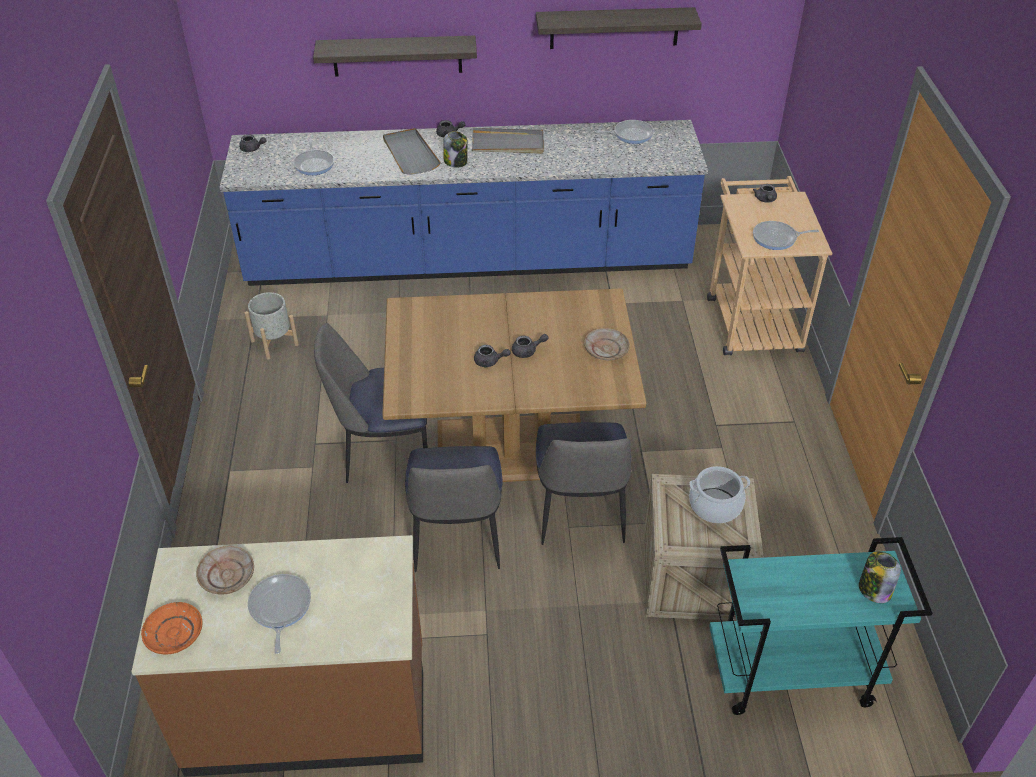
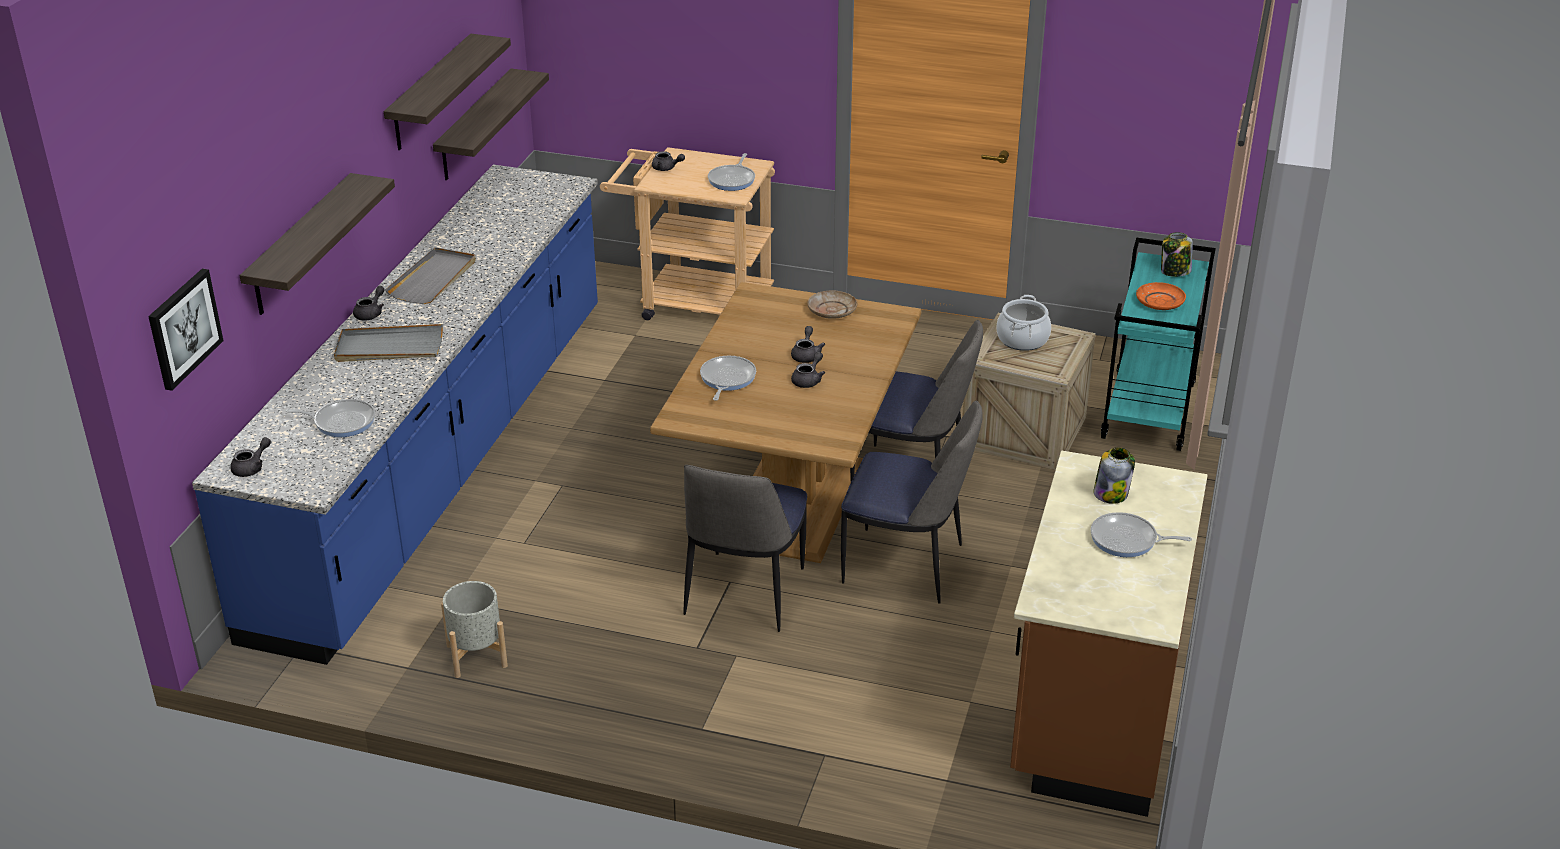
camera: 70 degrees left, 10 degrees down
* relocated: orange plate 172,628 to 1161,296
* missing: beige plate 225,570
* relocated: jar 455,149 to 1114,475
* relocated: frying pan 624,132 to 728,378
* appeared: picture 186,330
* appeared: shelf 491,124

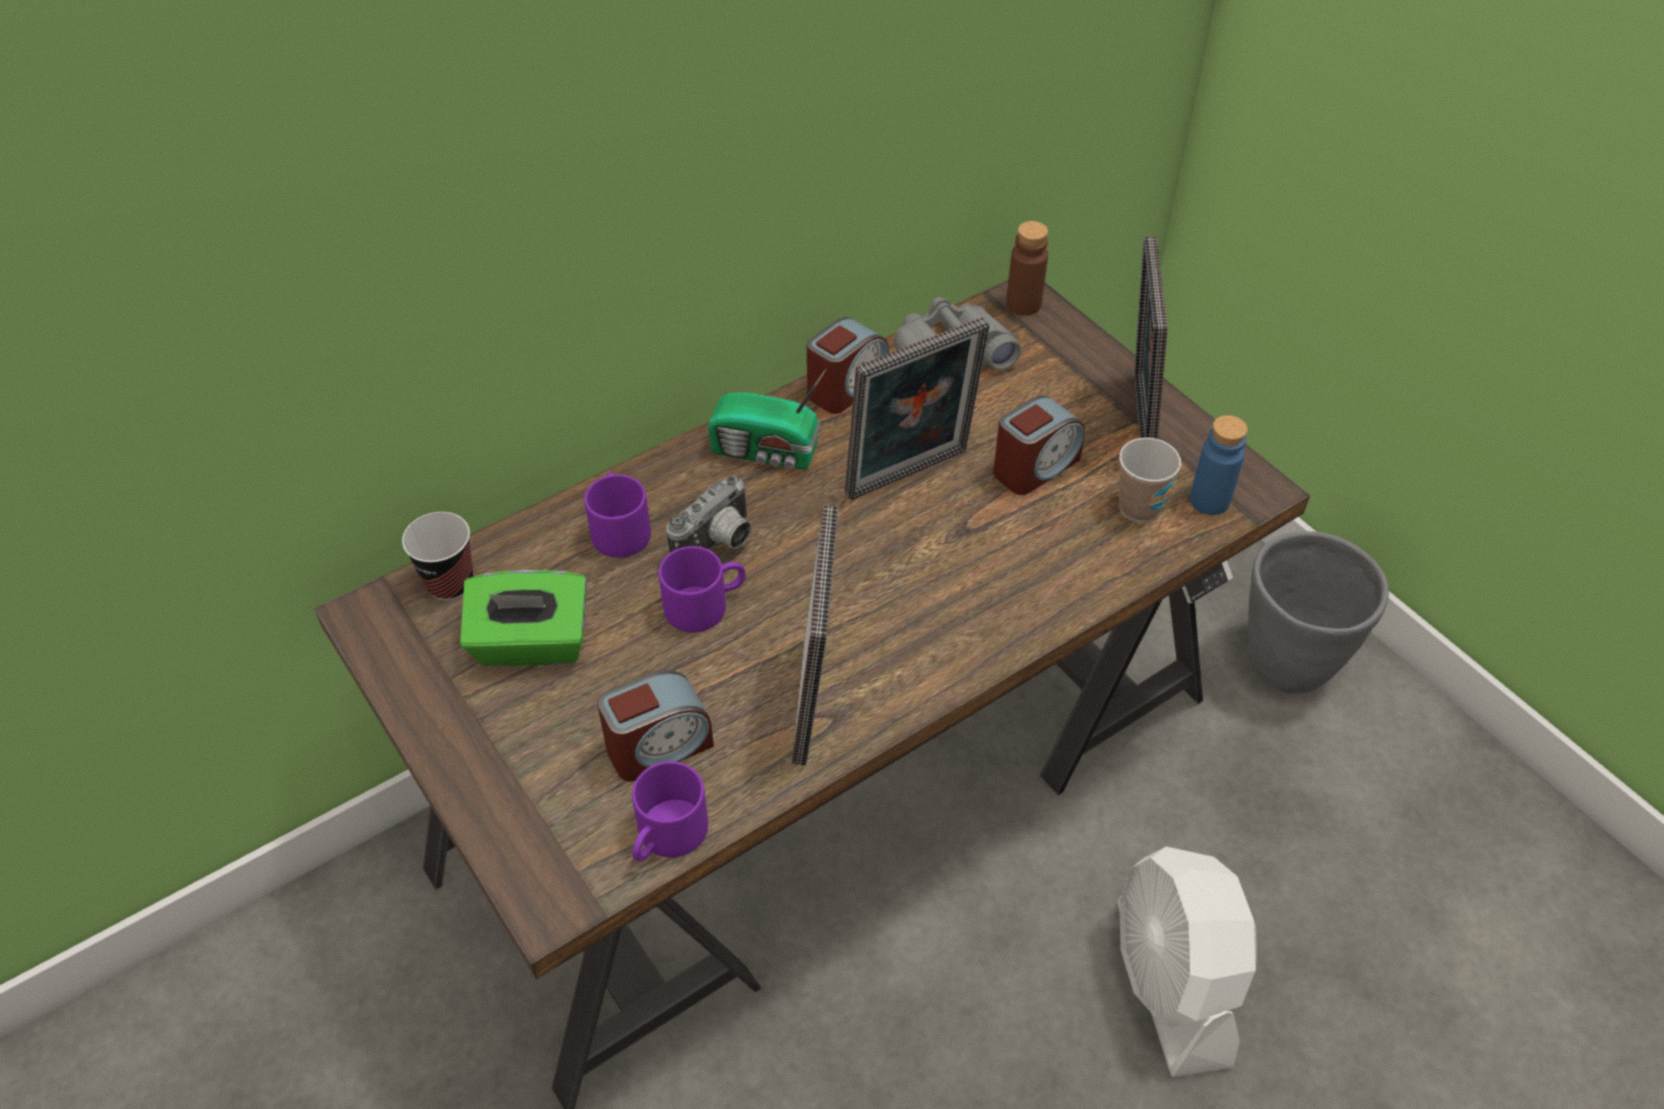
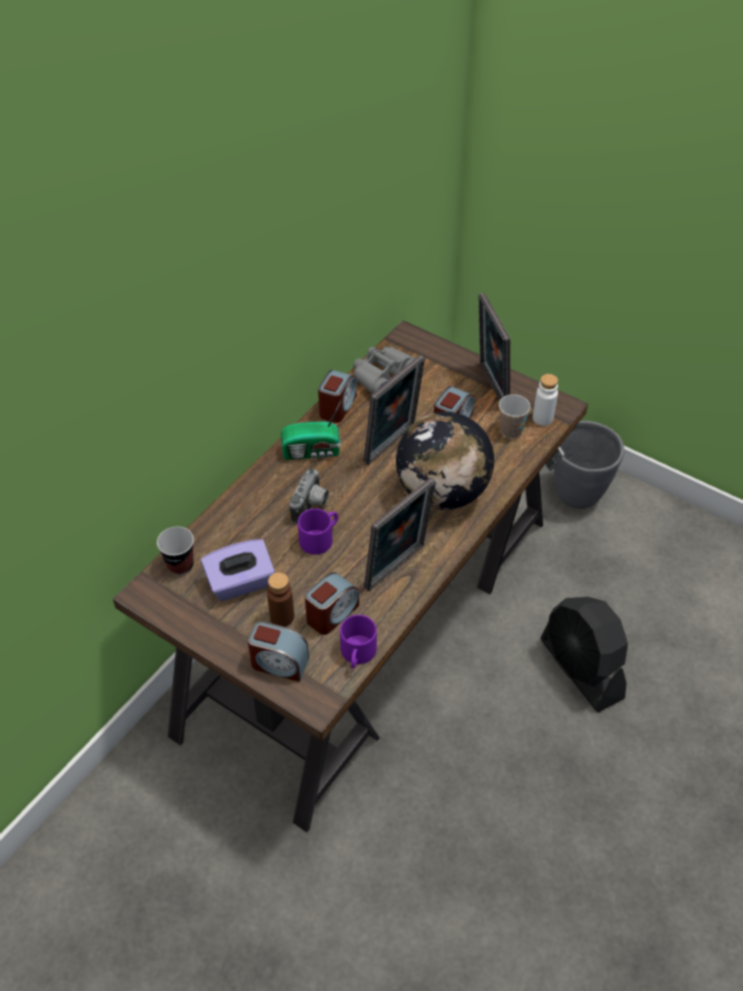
camera: 20 degrees left, 0 degrees up
* colour: green tissue box 523,618 to purple tissue box 238,570
* missing: purple mug 617,515
* spun: picture frame 815,635 = 400,534 60 degrees clockwise
* relocated: brown bottle 1027,268 to 280,599
* colour: white fan 1187,962 to black fan 584,654
* colour: blue bottle 1219,465 to white bottle 545,400
* appeared: alarm clock 278,651
* appeared: globe 445,461

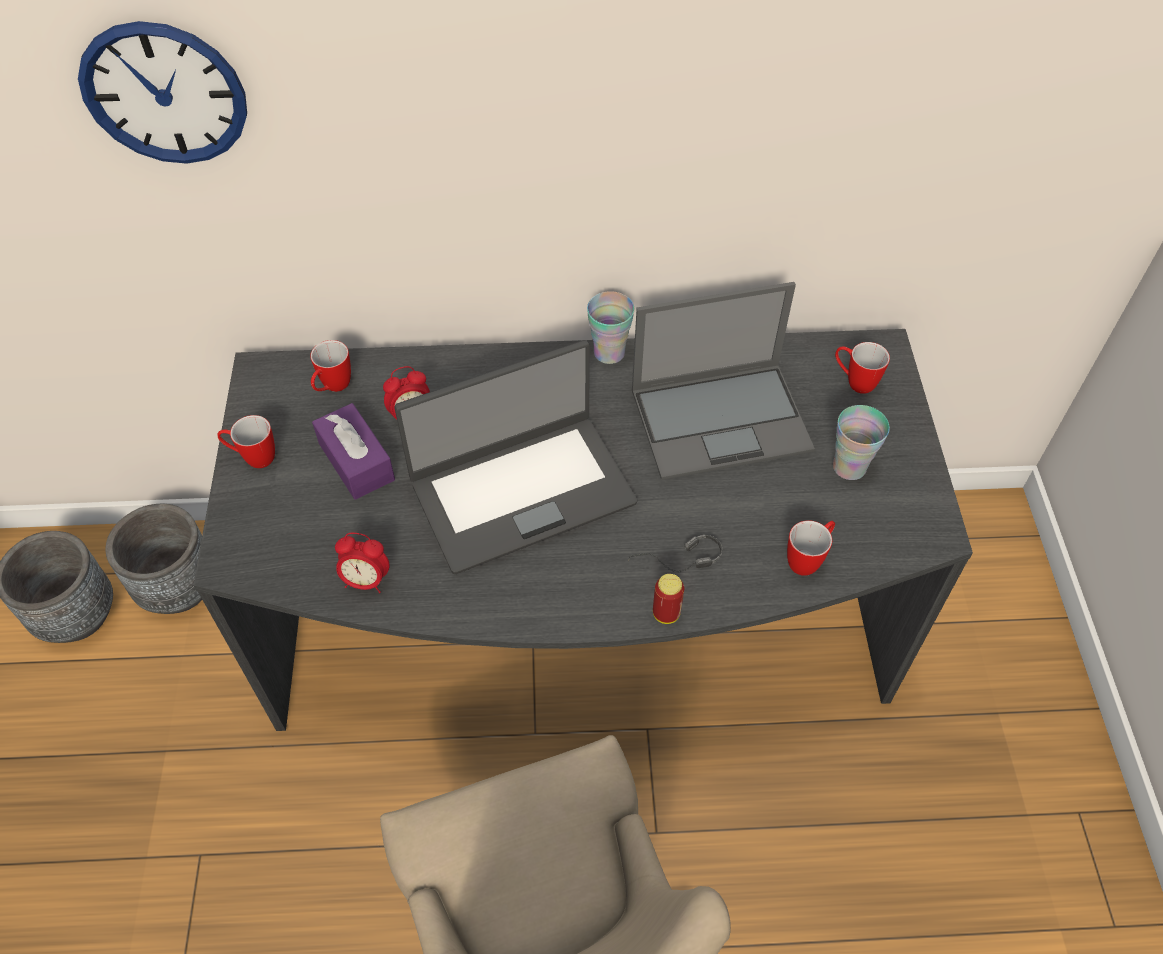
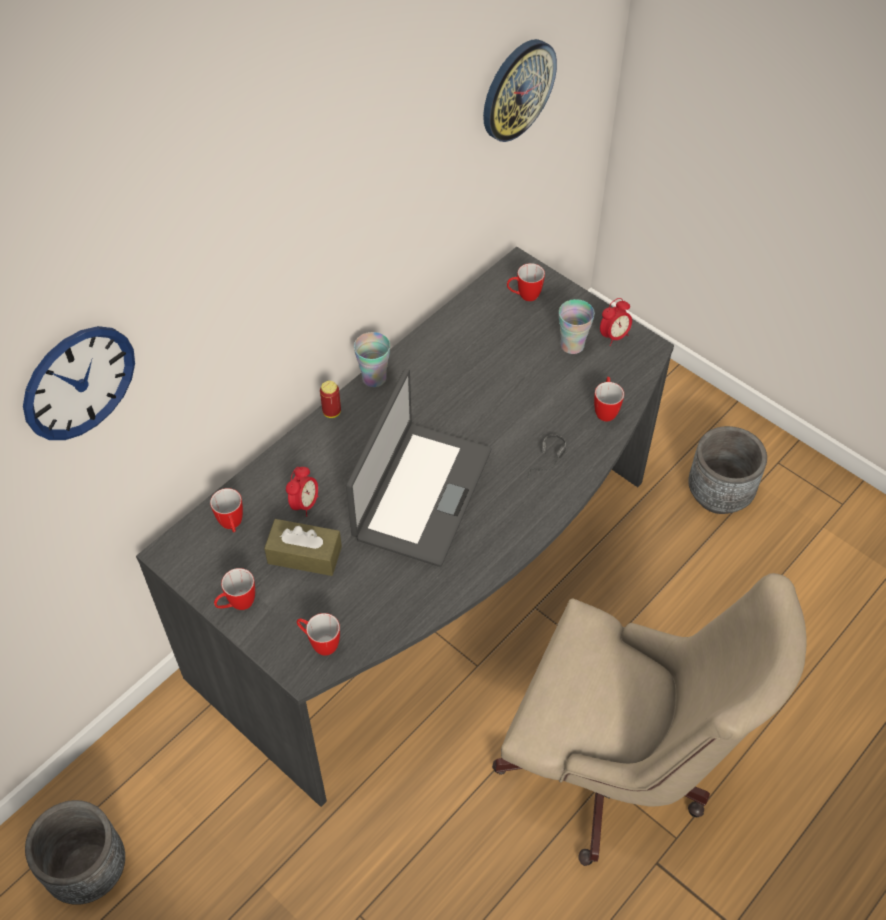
camera: 45 degrees left, 0 degrees up
* relocated: grey planter 153,559 to 727,470
* colour: purple tissue box 353,451 to brown tissue box 303,547
* relocated: alarm clock 362,563 to 616,322
* missing: laptop 723,381
* relocated: can 668,599 to 330,399
* appeared: mug 318,634
* appeared: wall clock 520,90

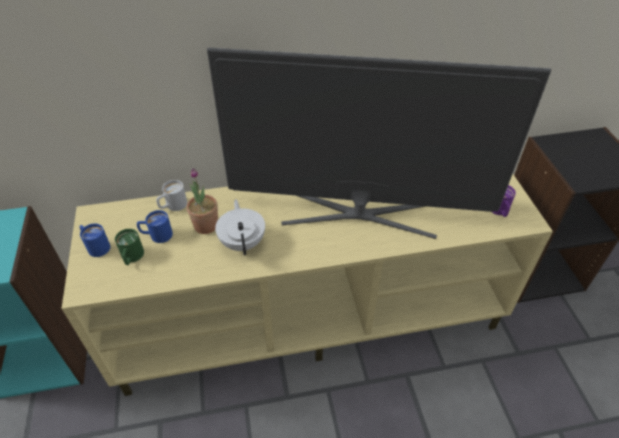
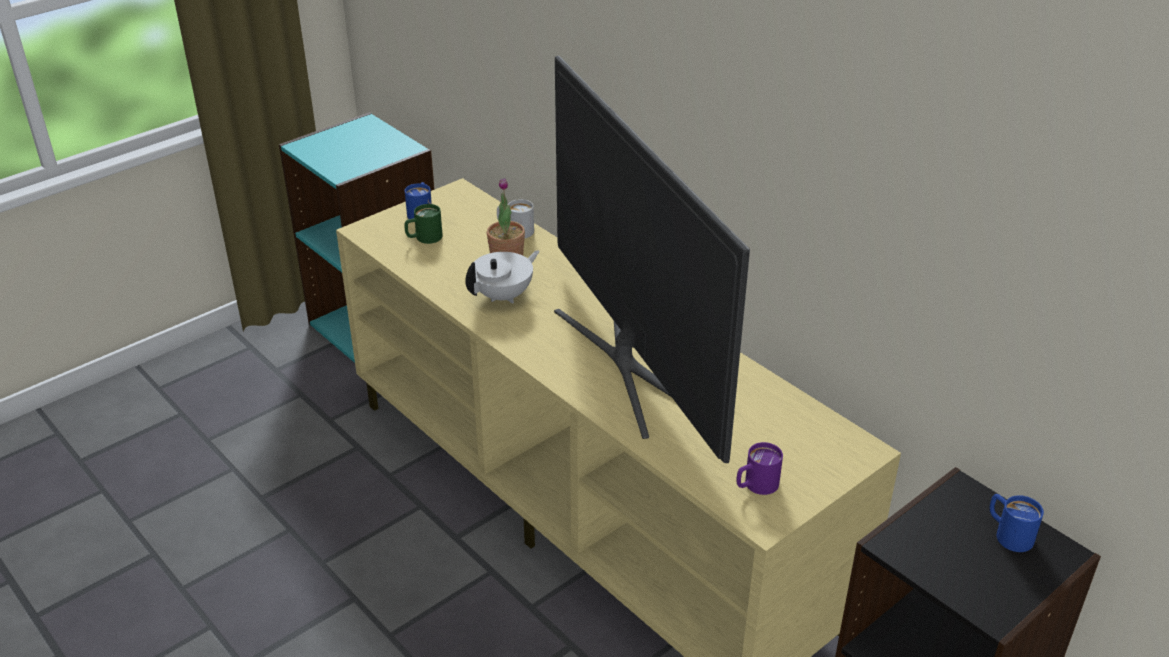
camera: 60 degrees right, 10 degrees down
* relocated: blue mug 155,226 to 1017,523

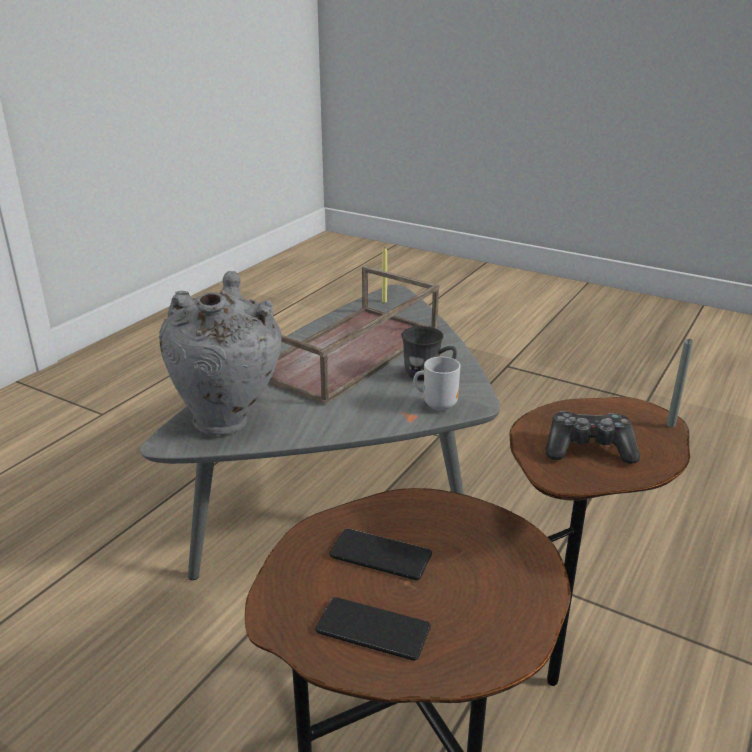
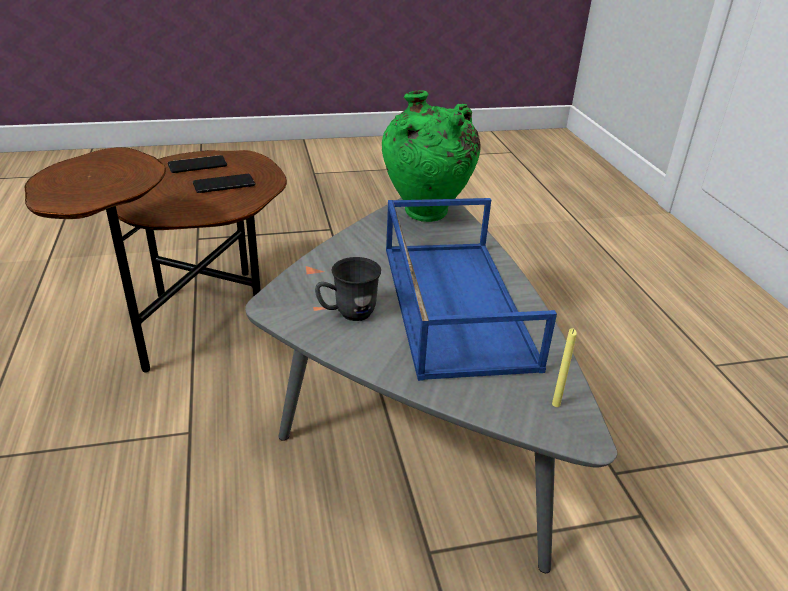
camera: 135 degrees right, 5 degrees up
* colour: grey vase 220,353 to green vase 431,156
* colour: brown tray 354,336 to blue tray 471,289
* missing: mug 436,384
* missing: game controller 593,437
* missing: grey candle 680,382

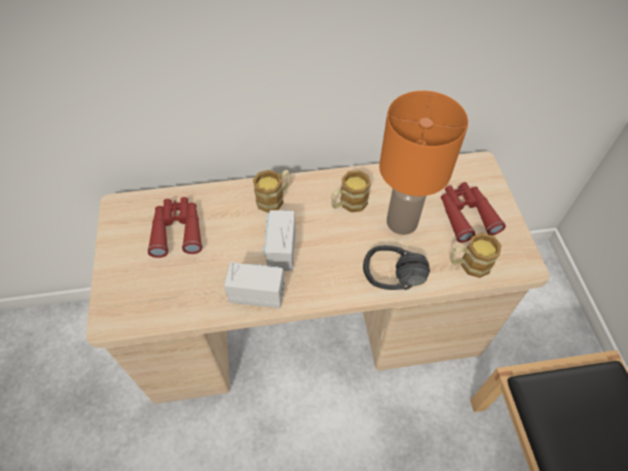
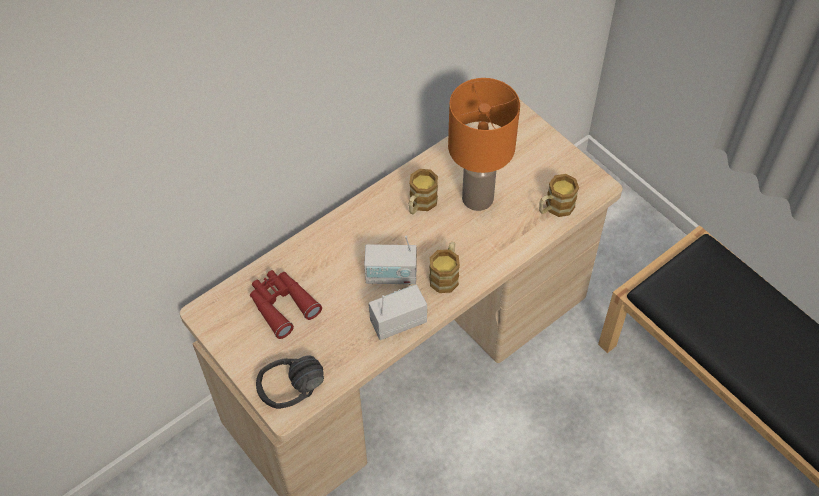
camera: 30 degrees left, 0 degrees up
* relocated: mug 271,191 to 444,267
* spun: radio 279,240 = 390,260 60 degrees counterclockwise
* relocated: black headphones 396,267 to 290,382
* missing: red binoculars 473,212

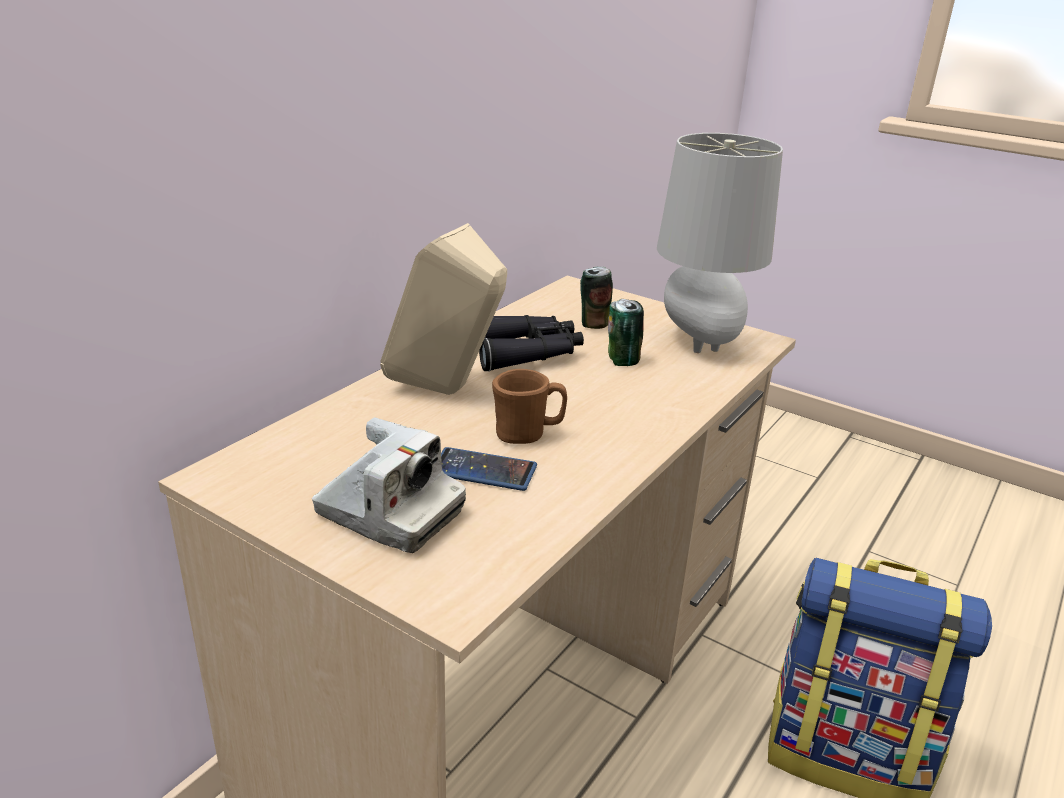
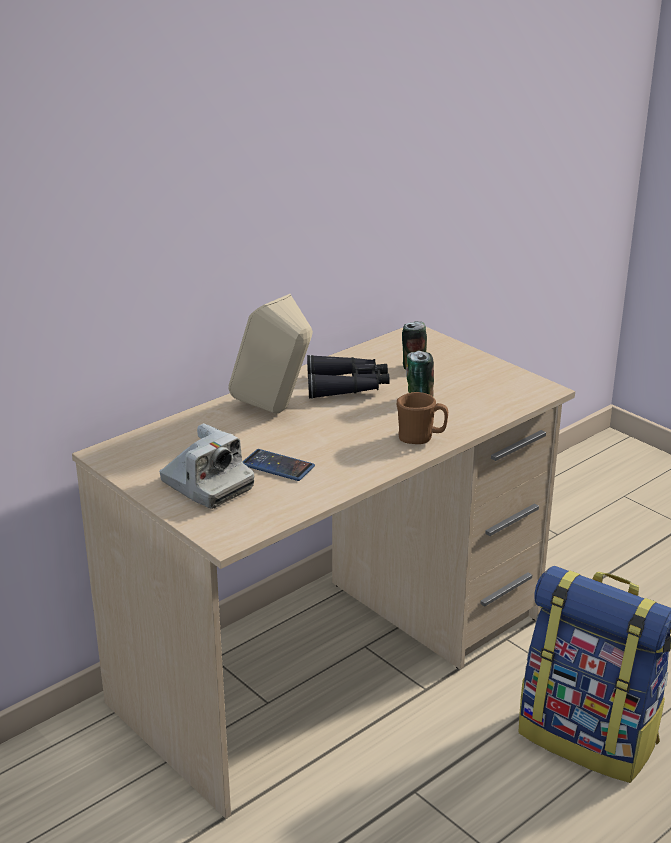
camera: 15 degrees right, 0 degrees up
* relocated: brown mug 529,406 to 422,418
* missing: grey table lamp 720,243

